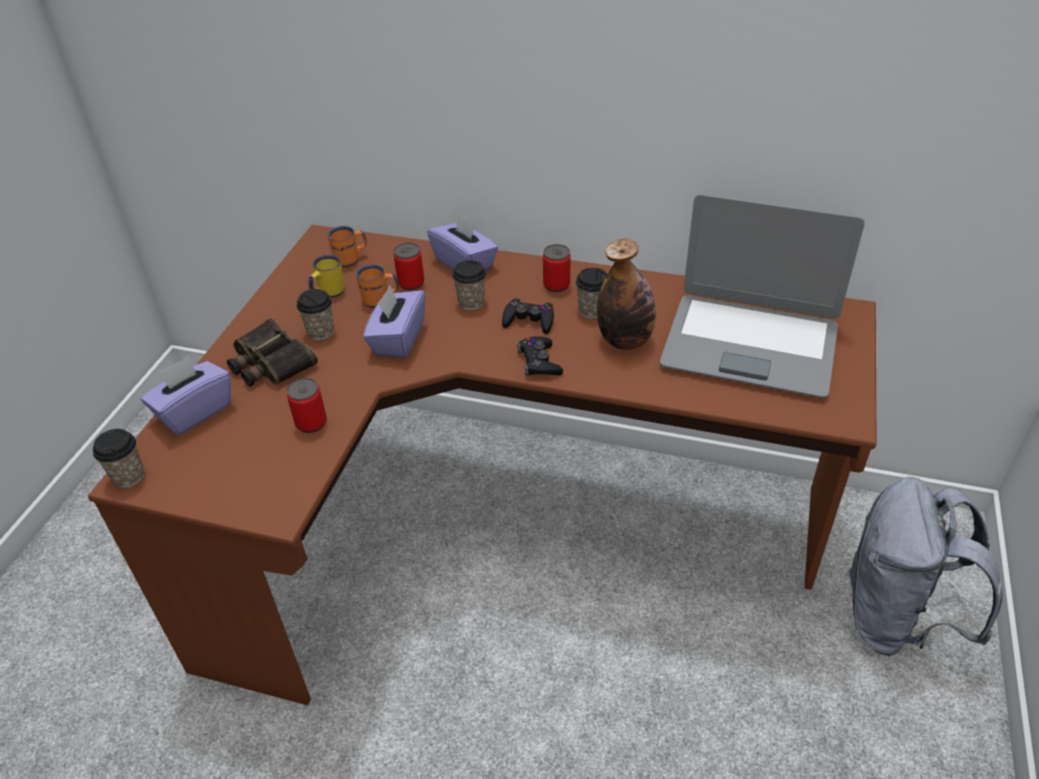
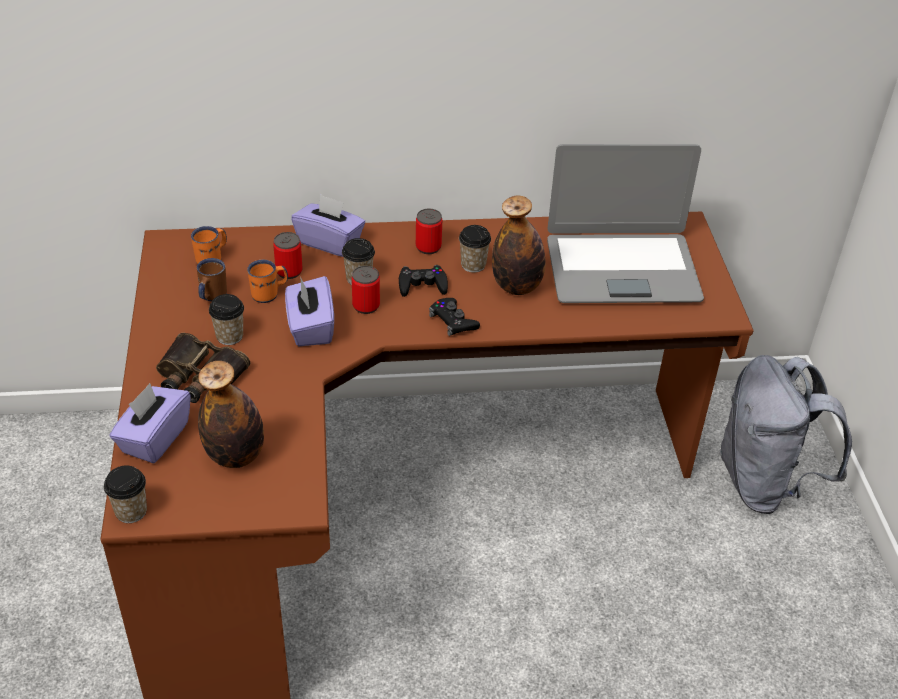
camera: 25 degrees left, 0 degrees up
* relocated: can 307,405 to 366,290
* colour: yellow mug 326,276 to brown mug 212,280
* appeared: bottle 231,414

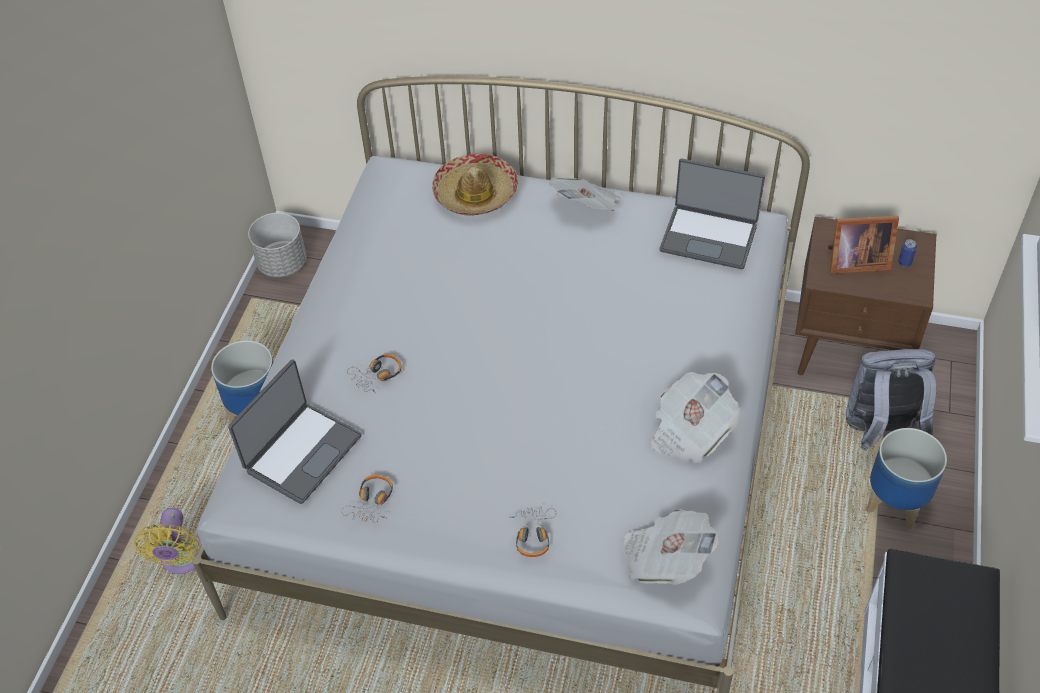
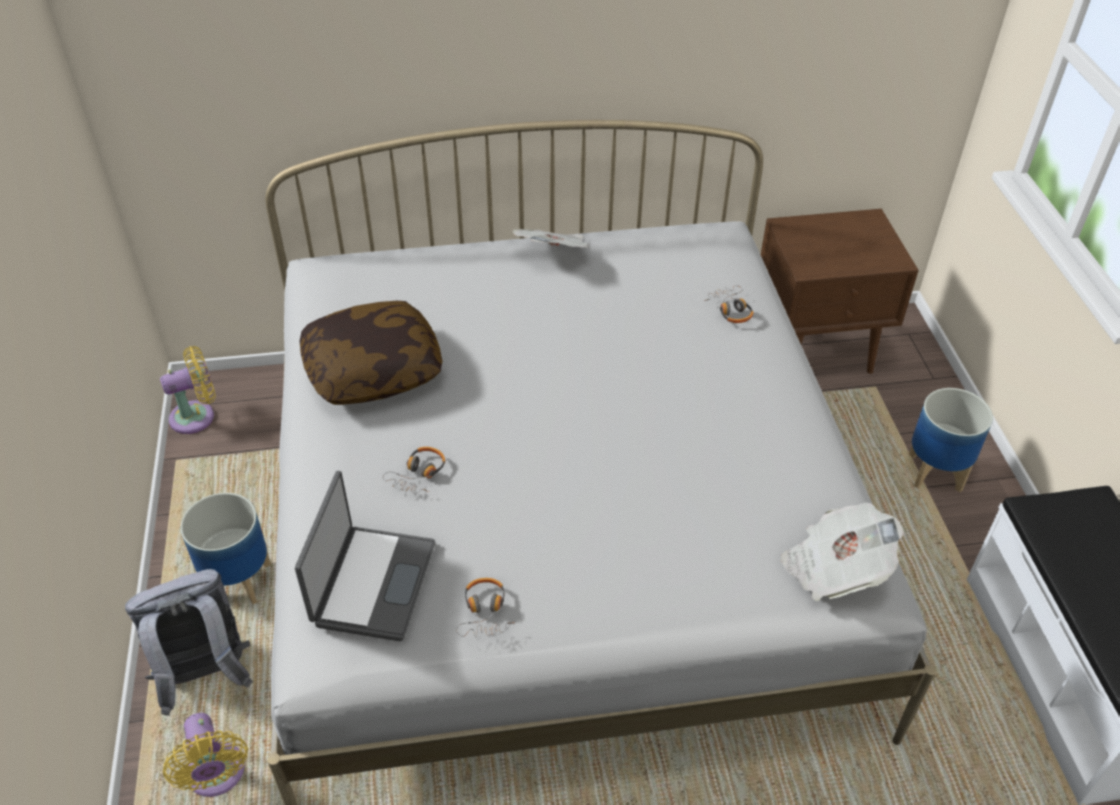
camera: 25 degrees left, 5 degrees down
* exchanged: grey planter 277,245 to yellow fan 188,390
* missing: hat 475,185
* relocated: headphones 533,532 to 728,304
* missing: newspaper 695,418
* missing: laptop 712,214
* missing: picture frame 863,245
* relocated: grey backpack 891,400 to 189,642
* missing: can 907,253
* appeared: pillow 371,353

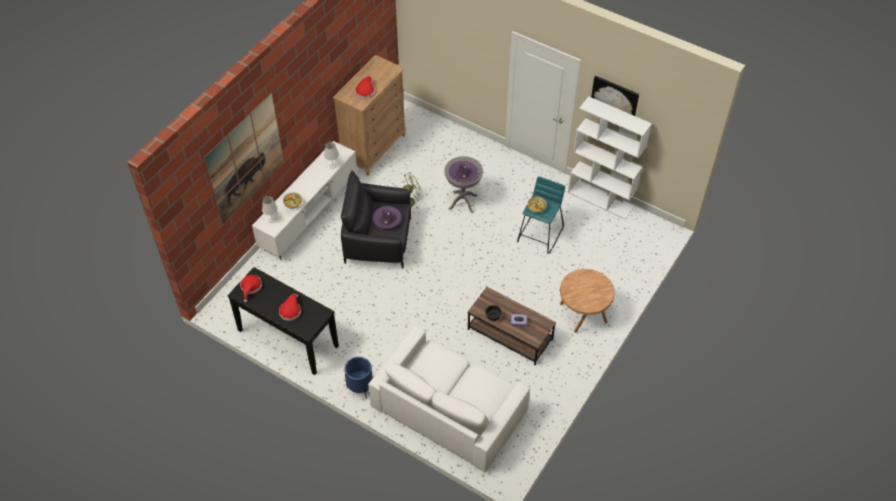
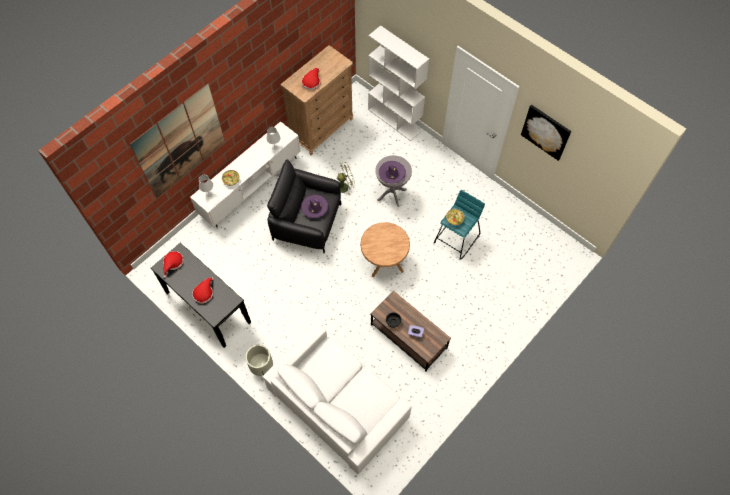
camera: 10 degrees right, 10 degrees up
* colour: blue planter 359,378 to beige planter 259,360
* relocated: brown side table 587,301 to 385,249
* relocated: white bookcase 610,158 to 398,83

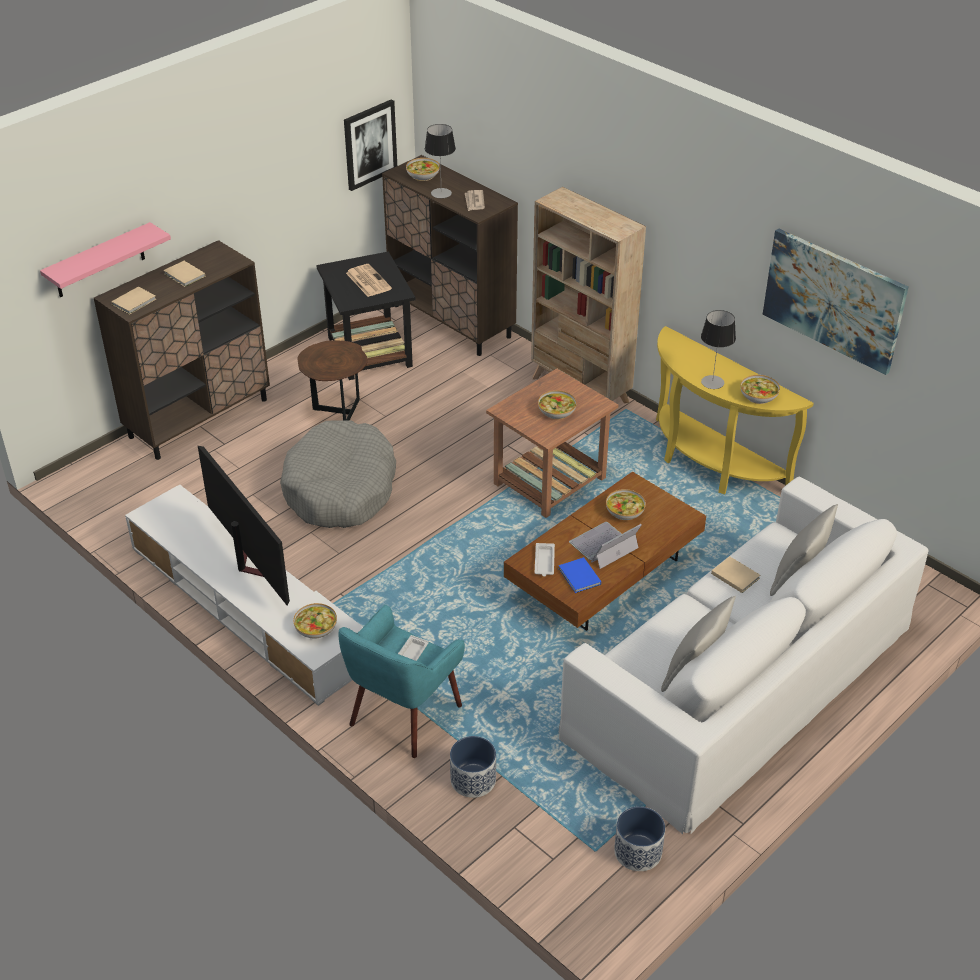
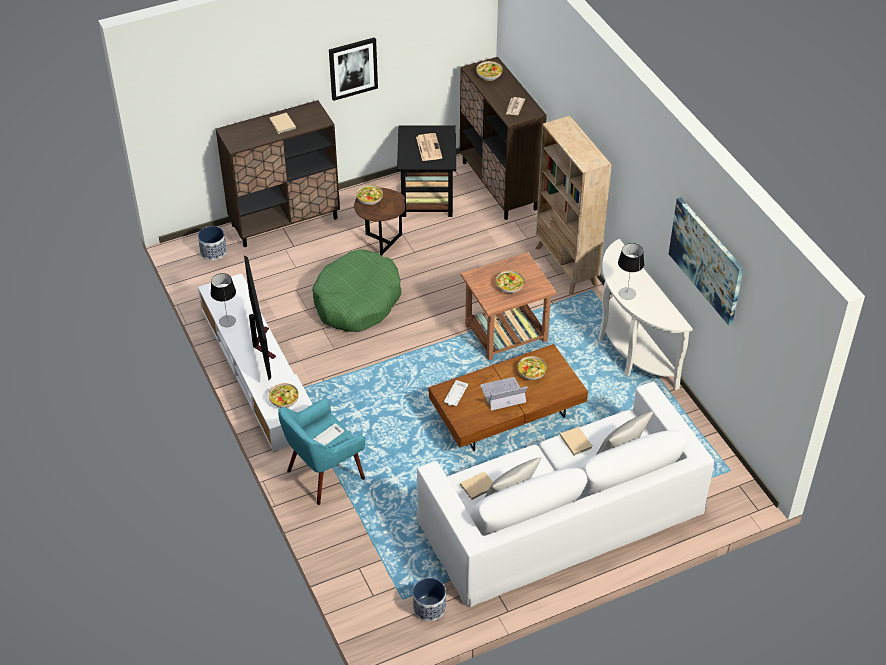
camera: 20 degrees right, 5 degrees up
* missing: pink shelf 105,259
* relocated: beige book 133,301 to 476,485
* colour: grey dog bed 338,474 to green dog bed 357,290
* relocated: picture 370,145 to 353,69
* relocated: table lamp 440,161 to 223,300
* relocated: planter 473,767 to 212,243
* missing: blue book 580,575
* colour: yellow console table 735,410 to white console table 645,314
* relocated: bowl 760,389 to 369,195

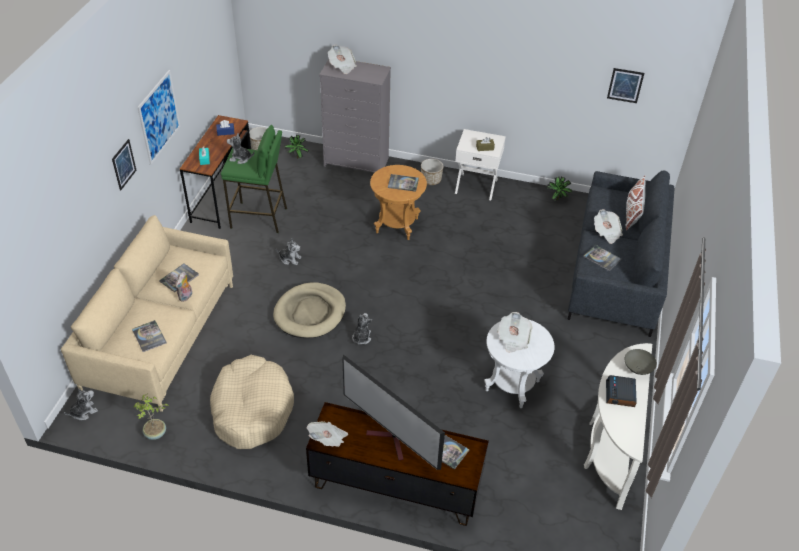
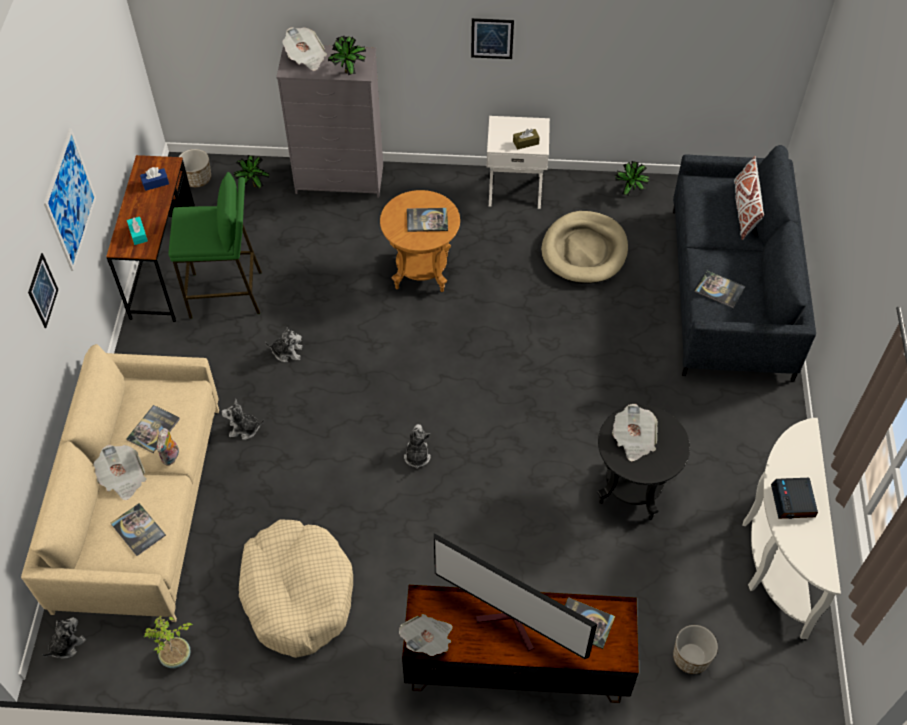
camera: 10 degrees left, 10 degrees up
* relocated: plush toy 240,148 to 243,419
* relocated: beige dog bed 309,310 to 584,247
* relocated: planter 432,172 to 695,649
* colour: white side table 519,363 to black side table 643,462
* relocated: newspaper 608,226 to 120,472
* relocated: picture 625,85 to 492,38
* missing: grey bowl 641,362
* appeared: potted plant 347,55

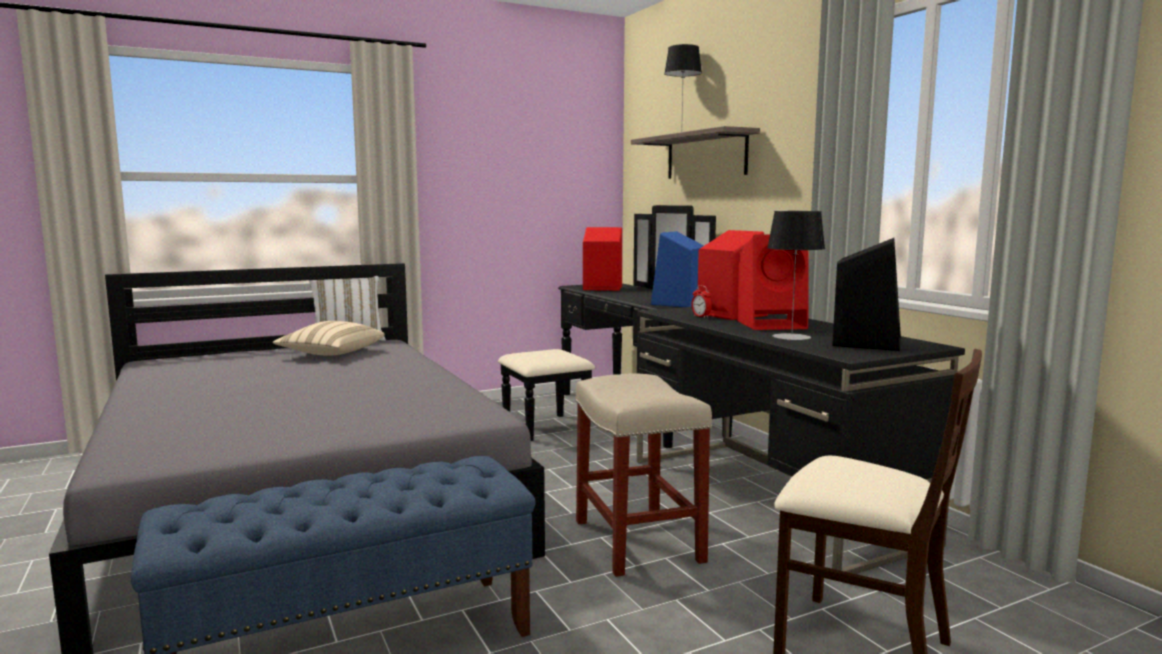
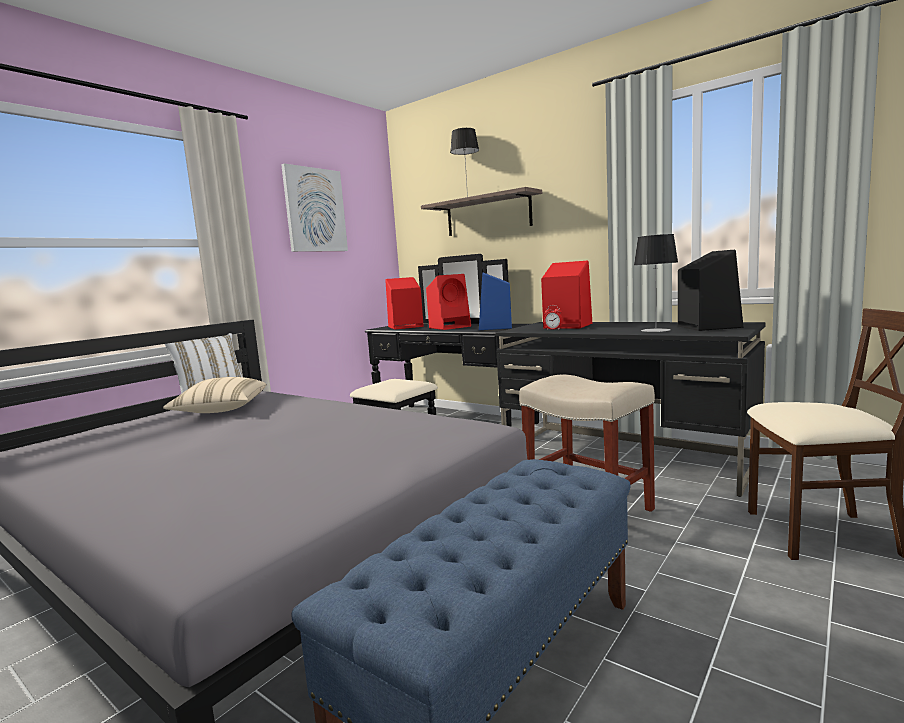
camera: 25 degrees left, 0 degrees up
* relocated: red speaker 773,282 to 448,302
* appeared: picture 314,207

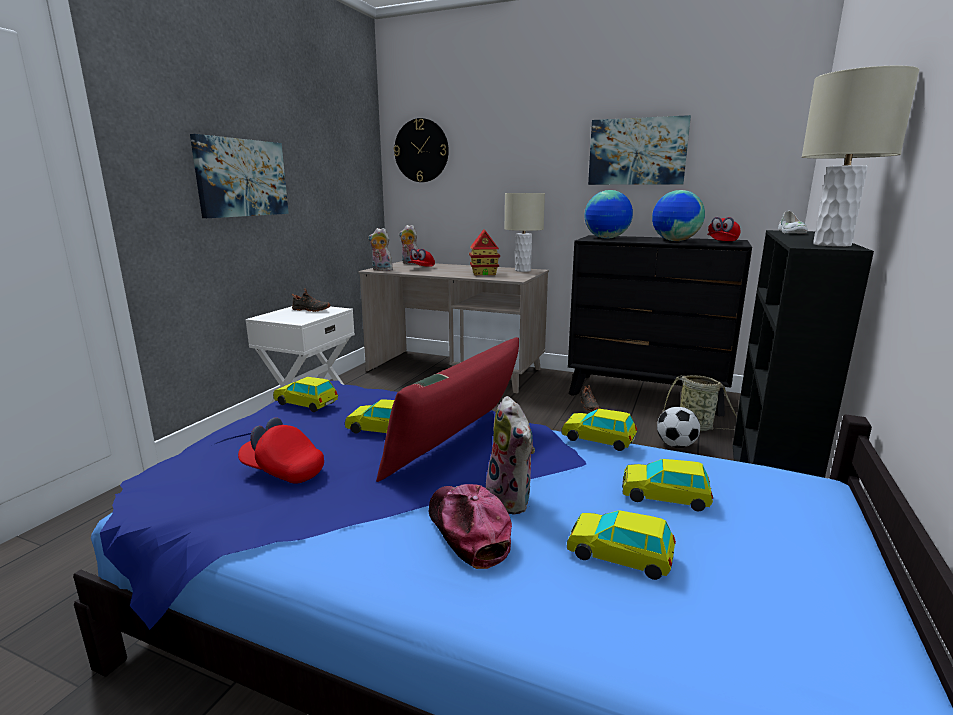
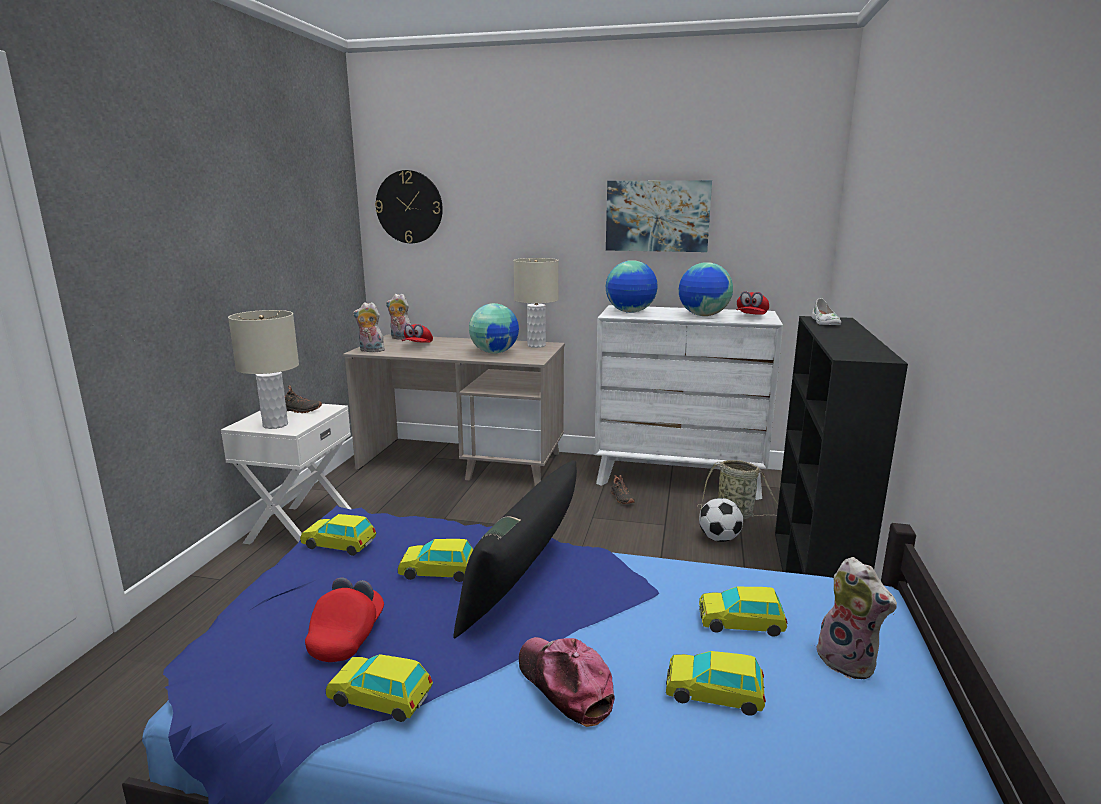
camera: 10 degrees left, 0 degrees up
* missing: picture 239,176
* spun: red cap 281,450 = 344,619 90 degrees clockwise
* colour: red pillow 447,409 to black pillow 515,549
* exchanged: toy house 484,252 to globe 494,328
* relocated: plush toy 510,455 to 855,618
* relocated: toy car 599,430 to 379,688
* colour: black dresser 660,325 to white dresser 689,402
* relocated: beige table lamp 860,156 to 263,369

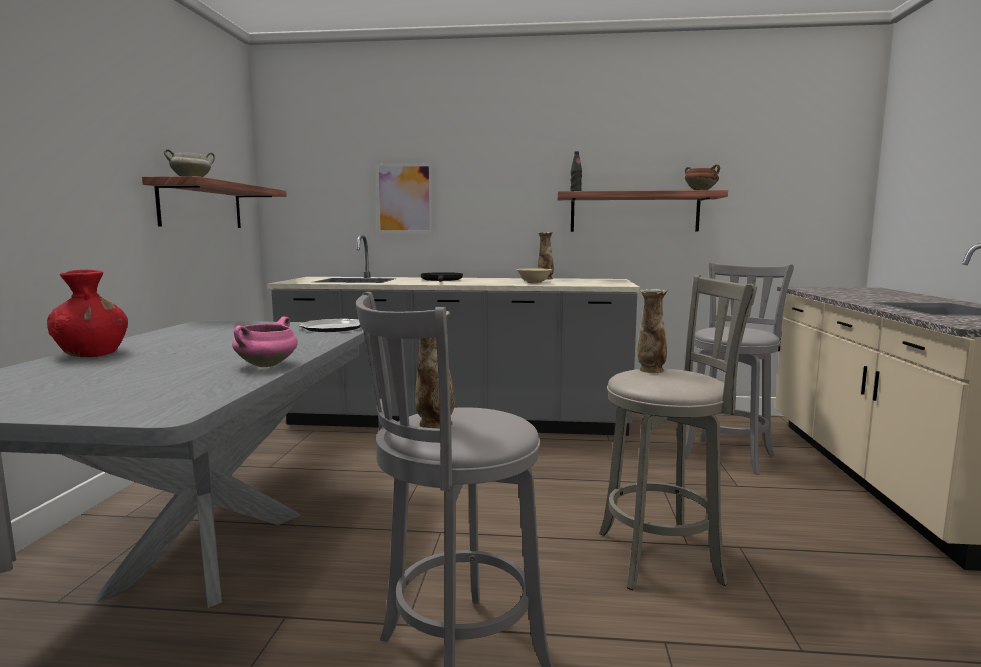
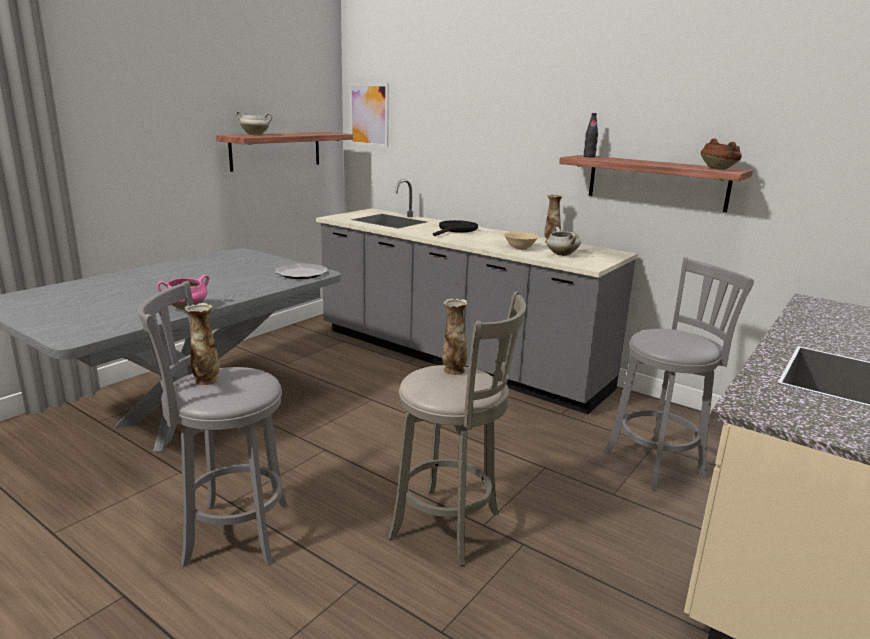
camera: 30 degrees right, 10 degrees up
* missing: red vase 87,313
* relocated: picture 404,198 to 369,115
* appeared: white cooking pot 563,241

